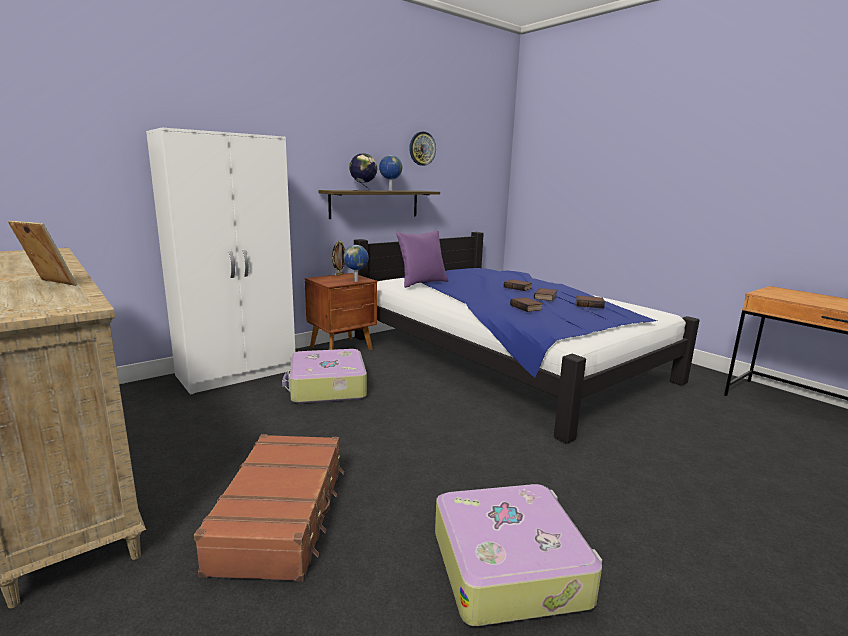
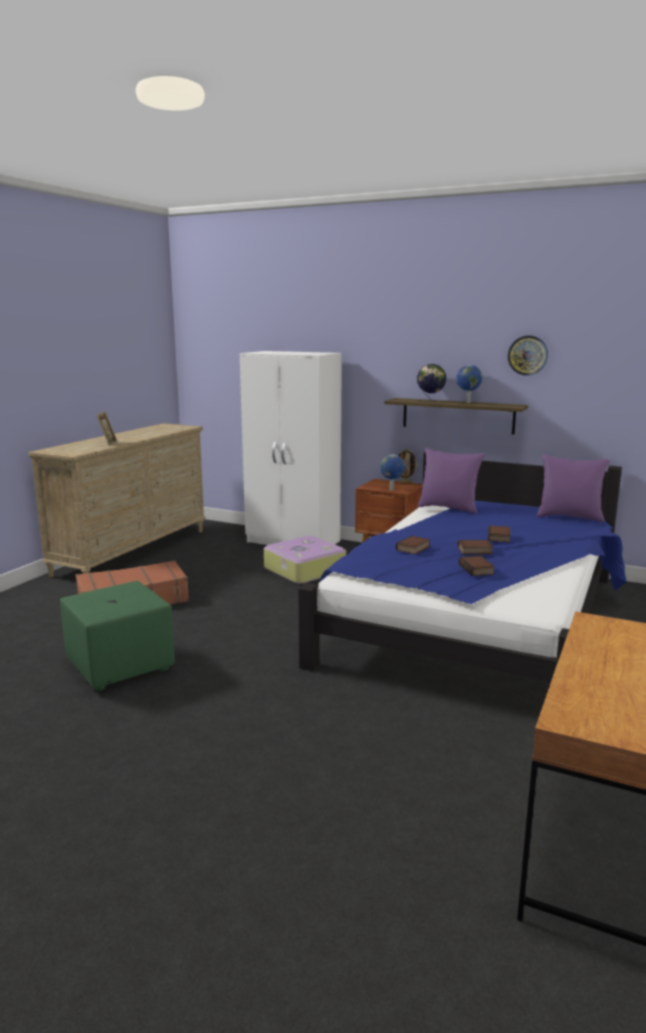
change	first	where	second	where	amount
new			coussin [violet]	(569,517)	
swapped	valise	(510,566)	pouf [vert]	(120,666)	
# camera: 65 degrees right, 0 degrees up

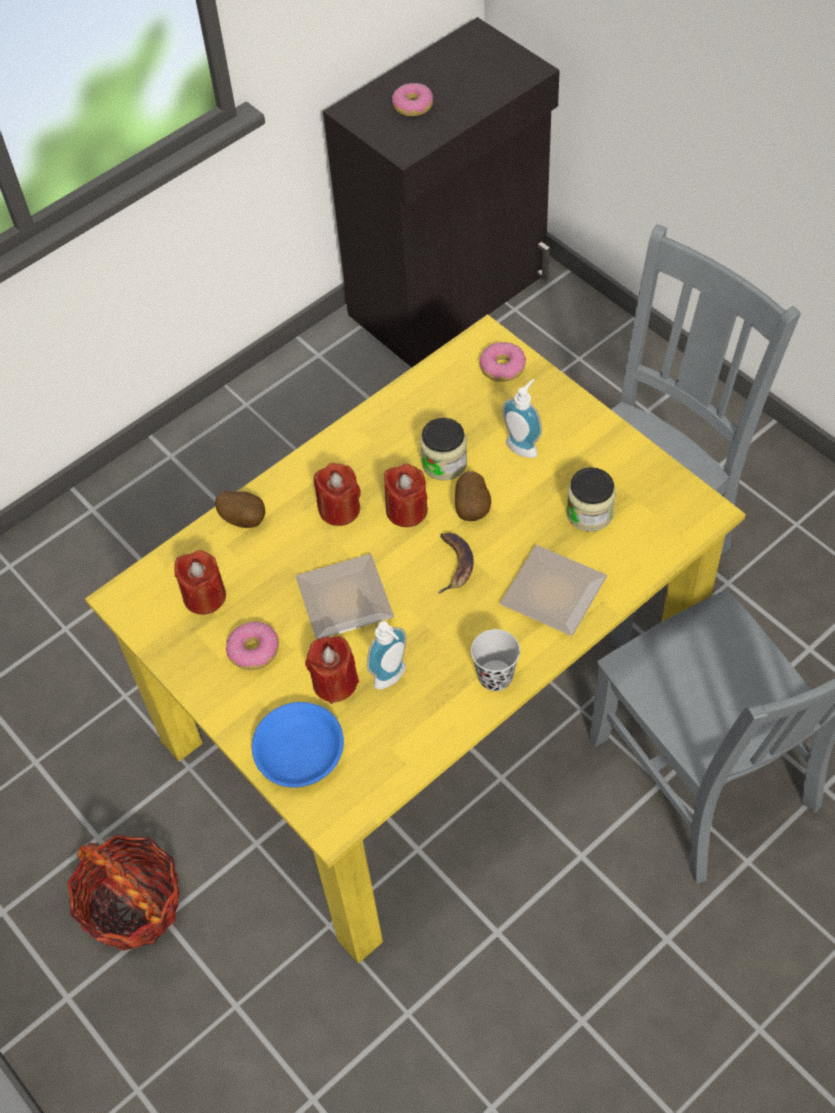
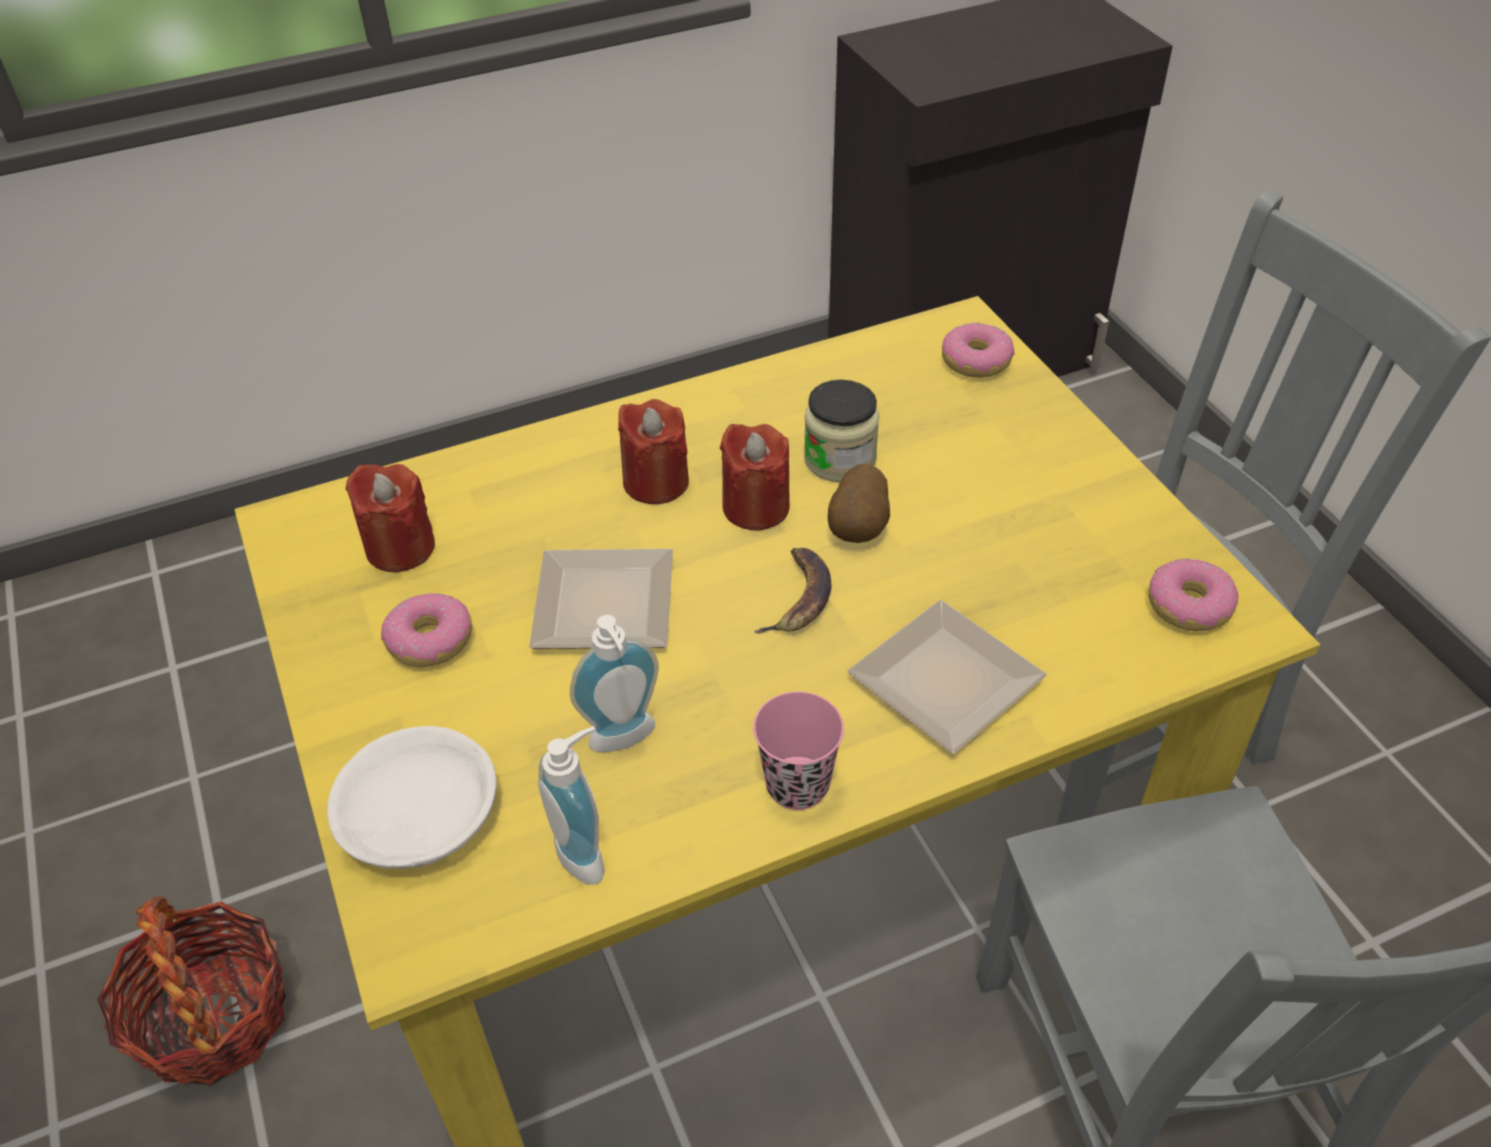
change	first	where	second	where	amount
gone	pomme de terre	(244,519)			
gone	bougie [rouge]	(335,682)			
gone	bocal	(589,513)			
shifted	beignet	(412,106)		(1189,606)	
shifted	distributeur de savon	(524,445)		(587,852)	
repainted	bol [bleu]	(299,754)	bol [blanc]	(416,816)	
repainted	tasse [noir]	(495,676)	tasse [rose]	(797,785)	
# camera: 15 degrees right, 10 degrees down

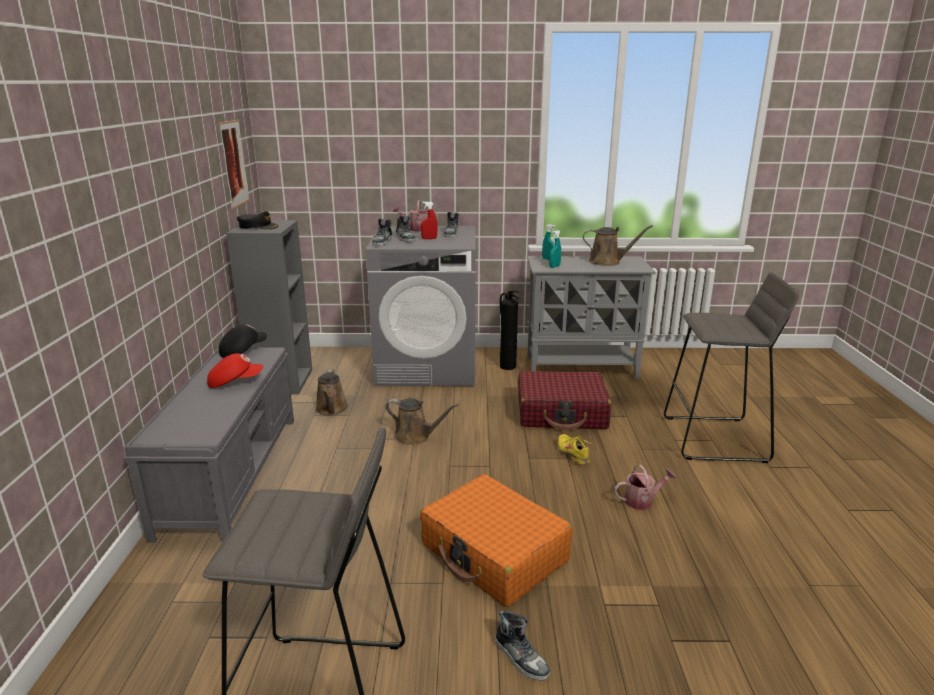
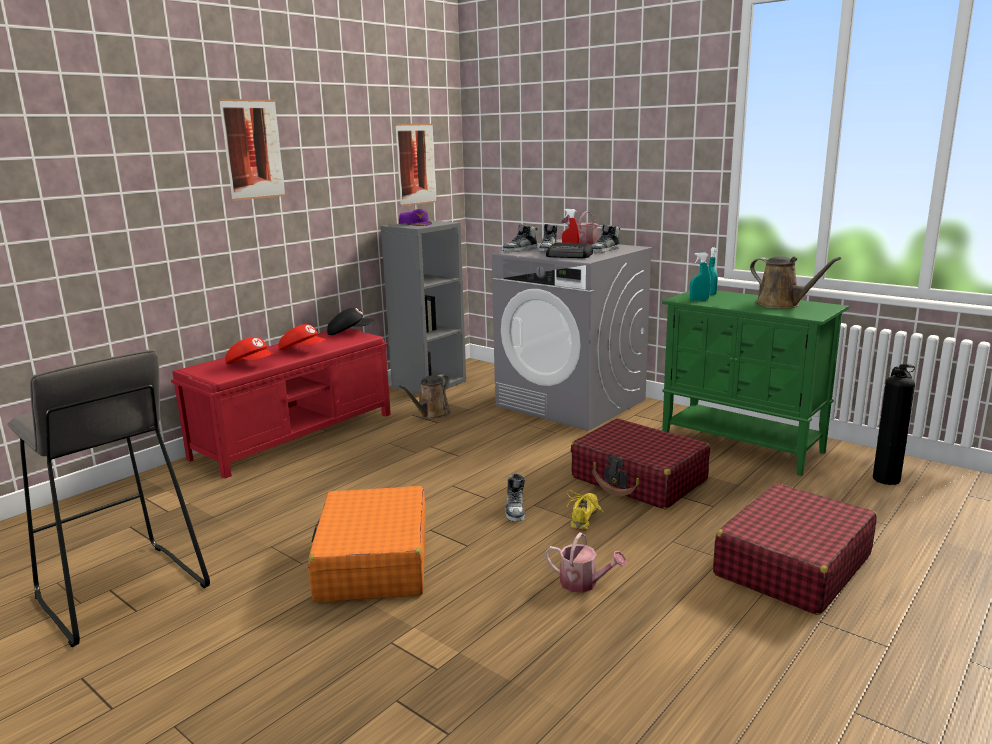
change	first	where	second	where	amount
gone	arrosoir [marron]	(415,436)			
new			tableau	(253,149)	
new			casquette [rouge]	(251,364)	
new			radio	(569,256)	
shifted	chaussure	(521,657)		(515,509)	
shifted	extincteur	(507,366)		(885,479)	
swapped	tabouret [gris]	(715,439)	valise [rouge]	(792,565)	
repainted	banc [gris]	(232,472)	banc [rouge]	(296,435)	
repainted	casquette [noir]	(258,226)	casquette [violet]	(415,224)	
repainted	meuble de rangement [gris]	(582,368)	meuble de rangement [vert]	(743,446)	
# camera: 40 degrees right, 5 degrees down

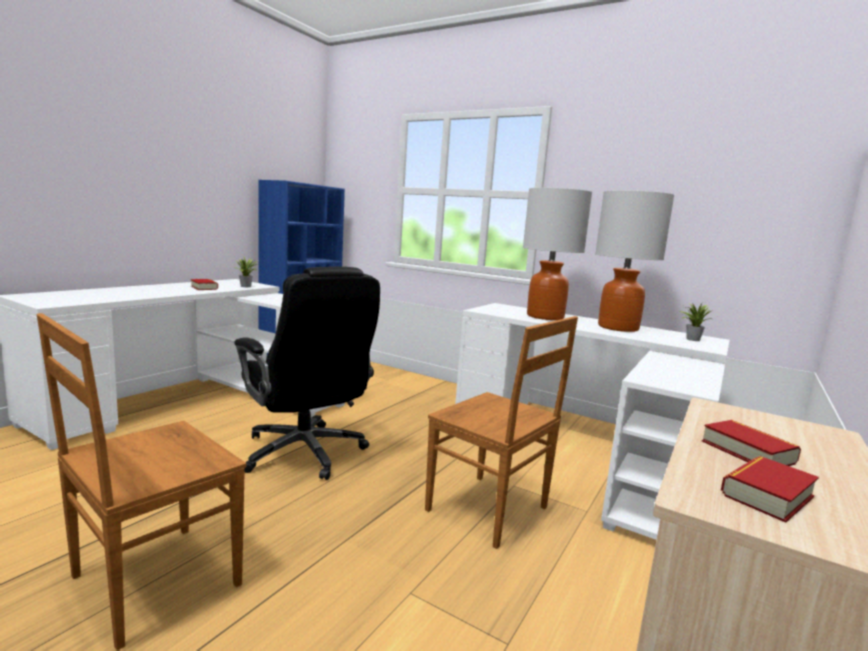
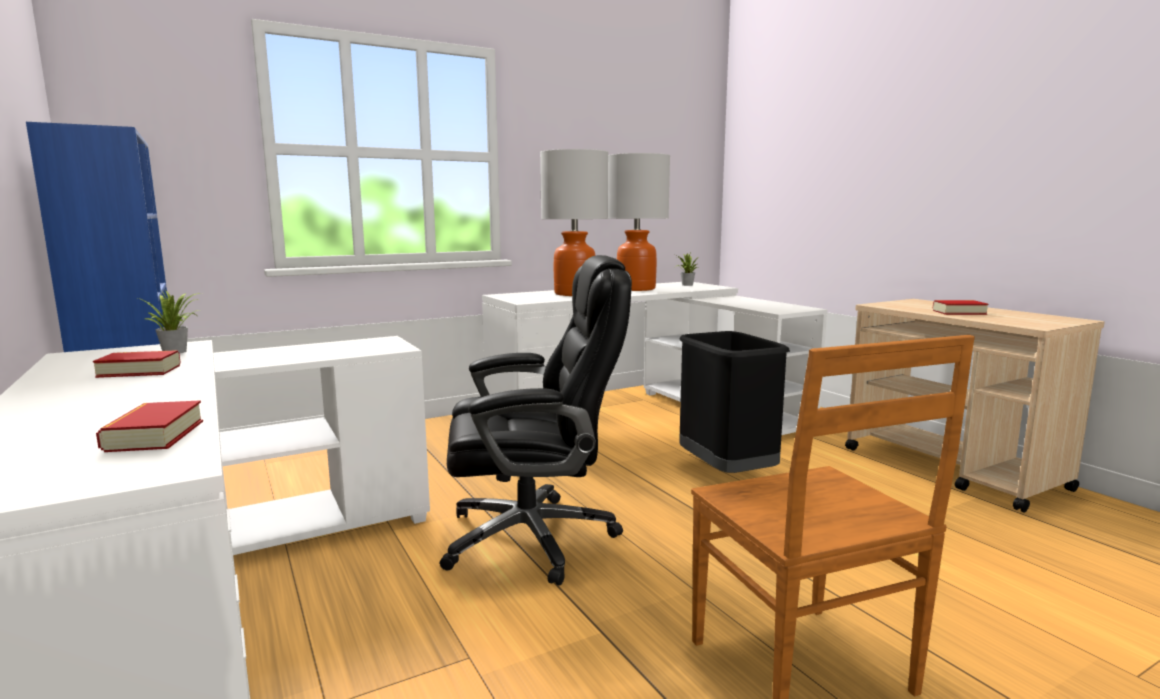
change	first	where	second	where	amount
shifted	livre	(767,495)		(154,435)	
swapped	chaise [marron]	(490,510)	poubelle [noir]	(727,473)	
# camera: 60 degrees left, 0 degrees up

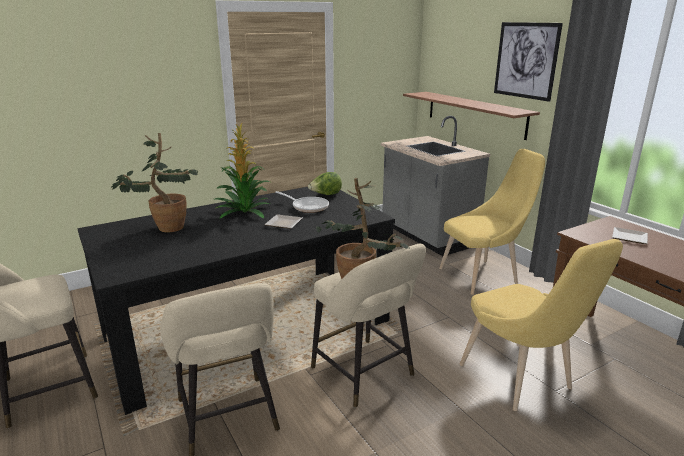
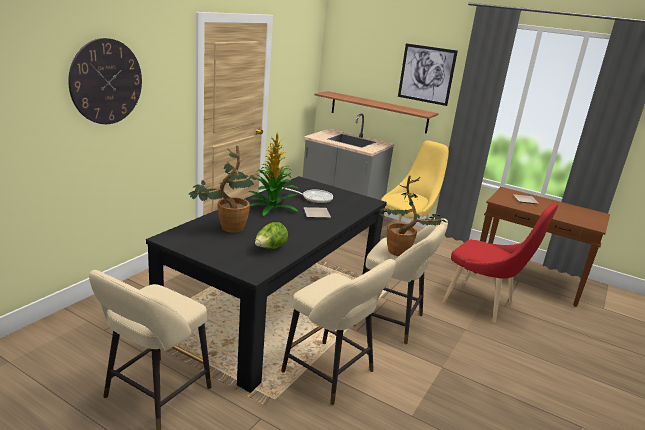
change	first	where	second	where	amount
new			horloge murale	(106,82)	
shifted	laitue	(325,195)		(270,248)	
repainted	chaise [jaune]	(520,380)	chaise [rouge]	(483,304)	
# camera: 30 degrees left, 0 degrees up

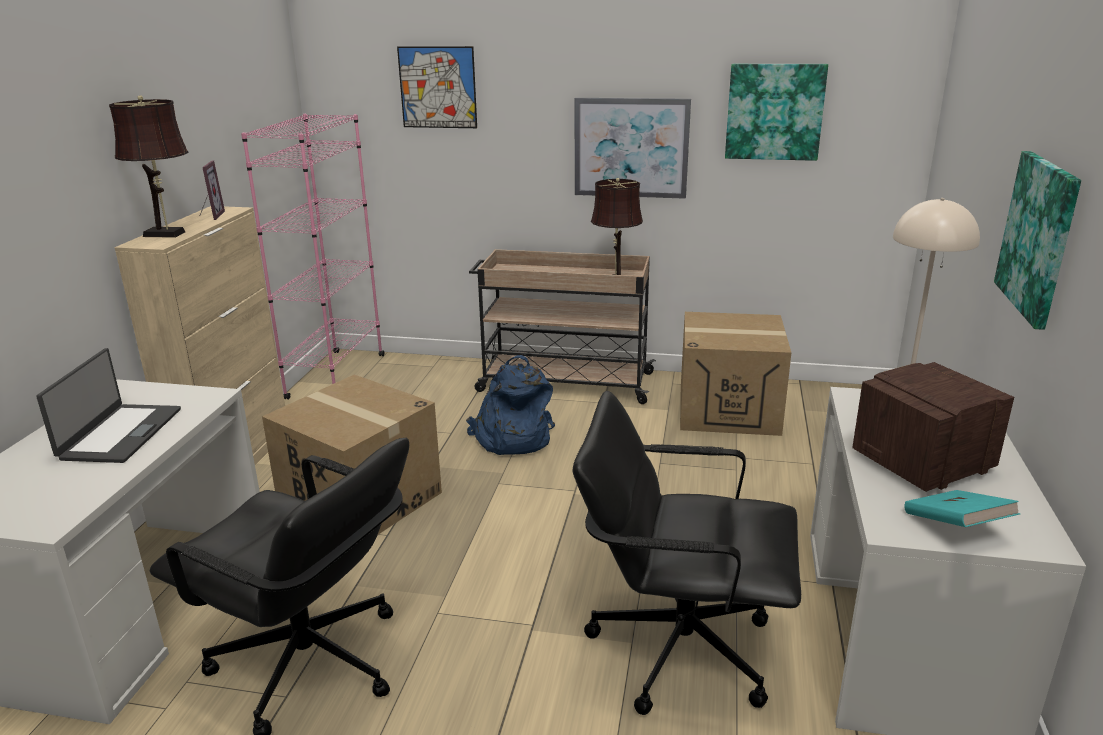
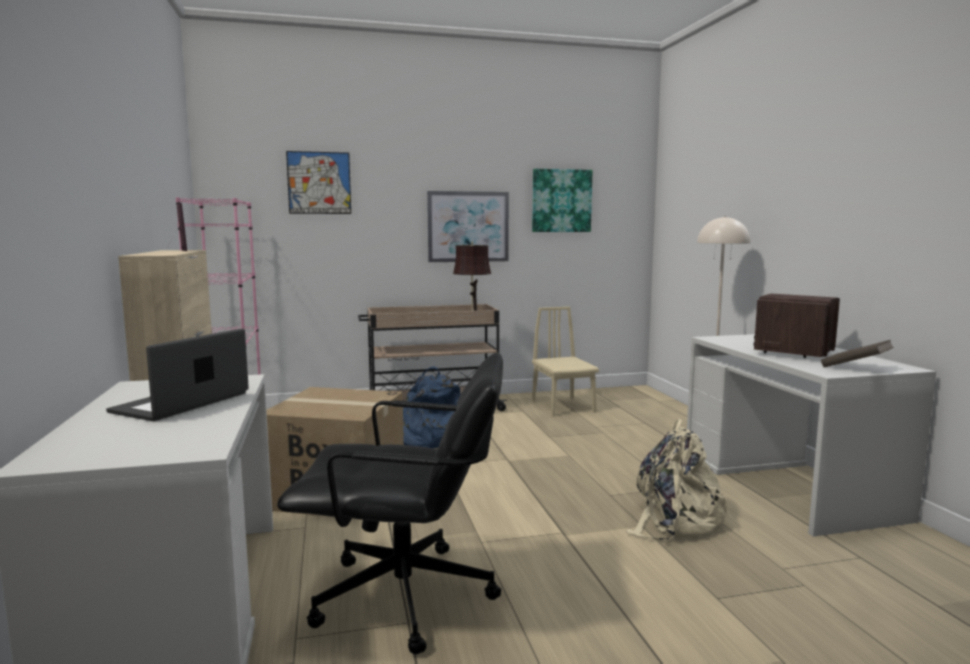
change	first	where	second	where	amount
gone	lampe de table [marron]	(168,234)			
gone	tableau	(1039,236)			
swapped	chaise de bureau [noir]	(679,647)	sac à dos [beige]	(675,521)	
swapped	carton	(728,410)	chaise [beige]	(563,406)	
repainted	livre [turquoise]	(955,526)	livre [marron]	(855,368)	
rotated	ordinateur portable	(120,434)		(183,403)	135 degrees counterclockwise
# camera: 25 degrees left, 15 degrees down

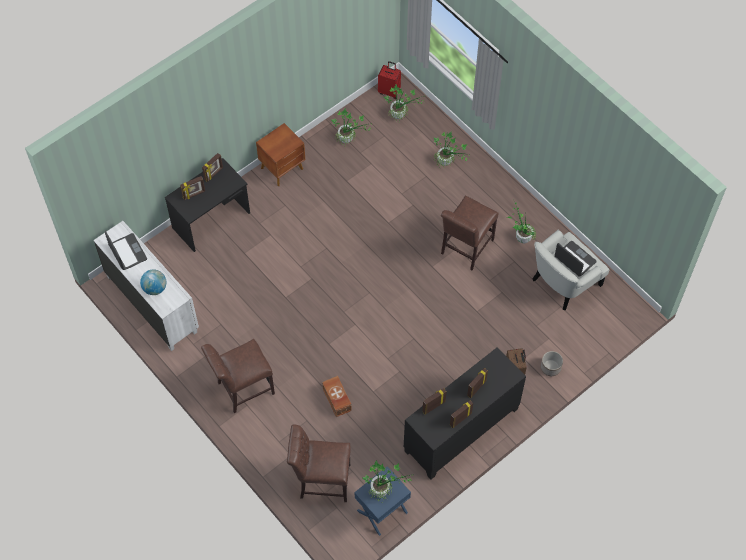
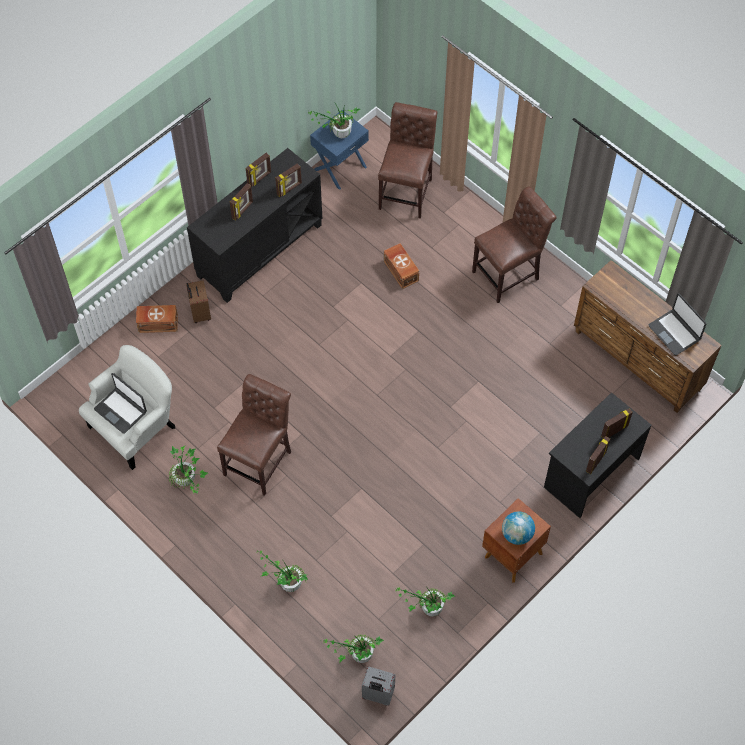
change	first	where	second	where	amount
shifted	globe	(155,288)		(517,534)	
swapped	cache-pot	(550,368)	boîte de rangement [marron]	(157,323)	
repainted	commode [blanc]	(152,303)	commode [marron]	(637,361)	
repainted	valise [rouge]	(389,91)	valise [gris]	(377,694)	
rotated	chaise [marron]	(321,480)		(407,191)	75 degrees counterclockwise
# camera: 175 degrees right, 0 degrees up

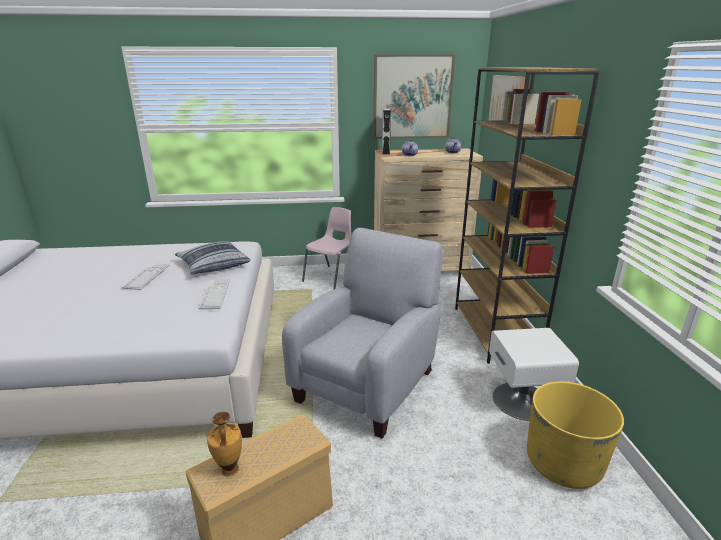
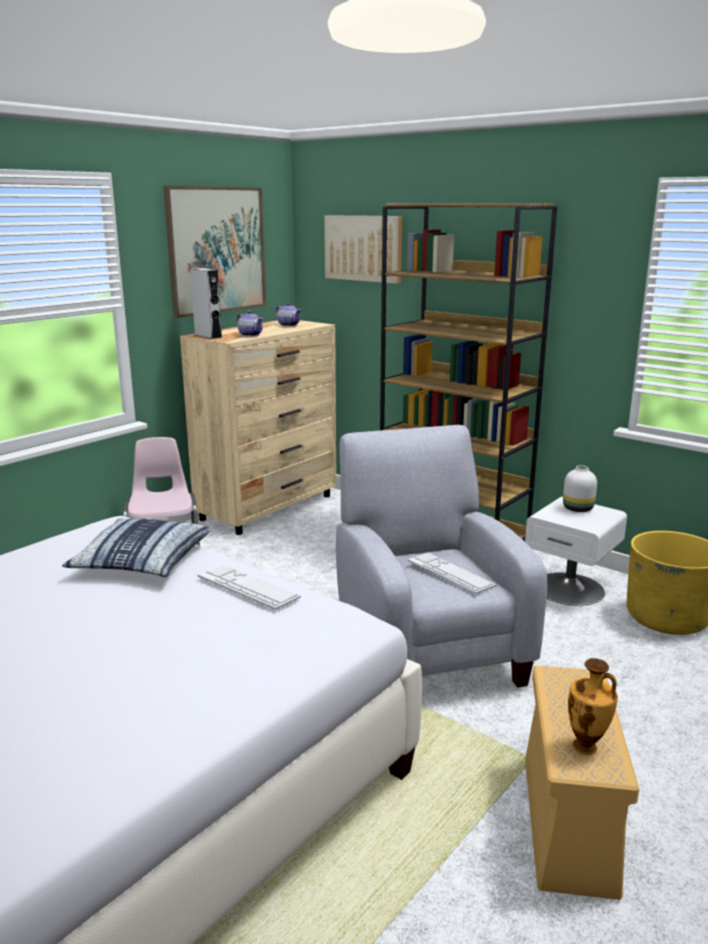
change	first	where	second	where	amount
new			vase [blanc]	(577,508)	
shifted	clavier	(147,276)		(450,573)	
# camera: 45 degrees left, 5 degrees down

